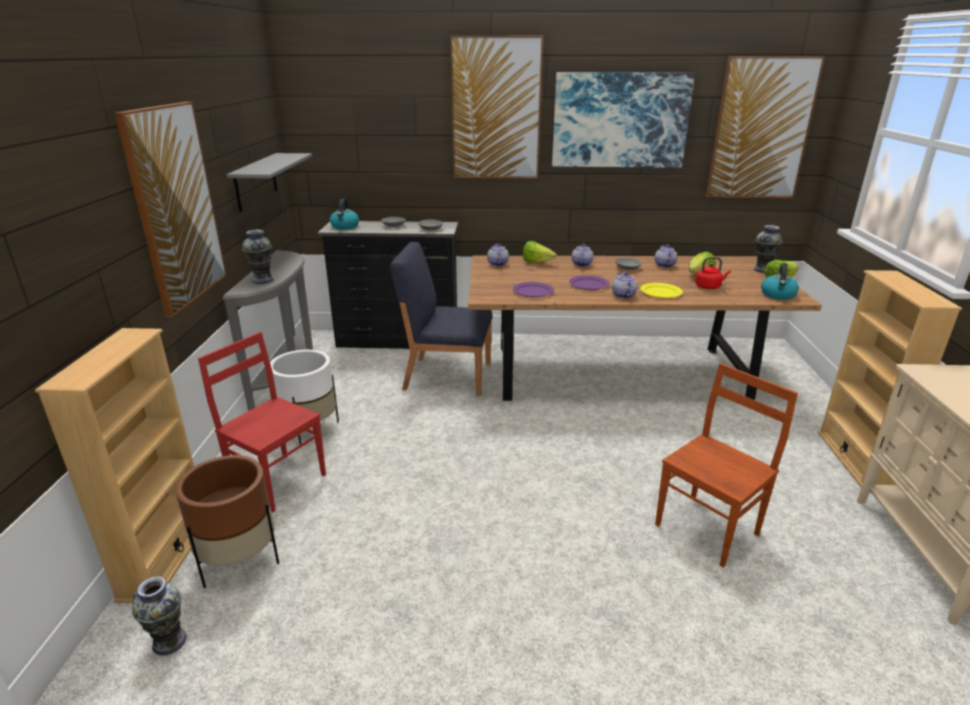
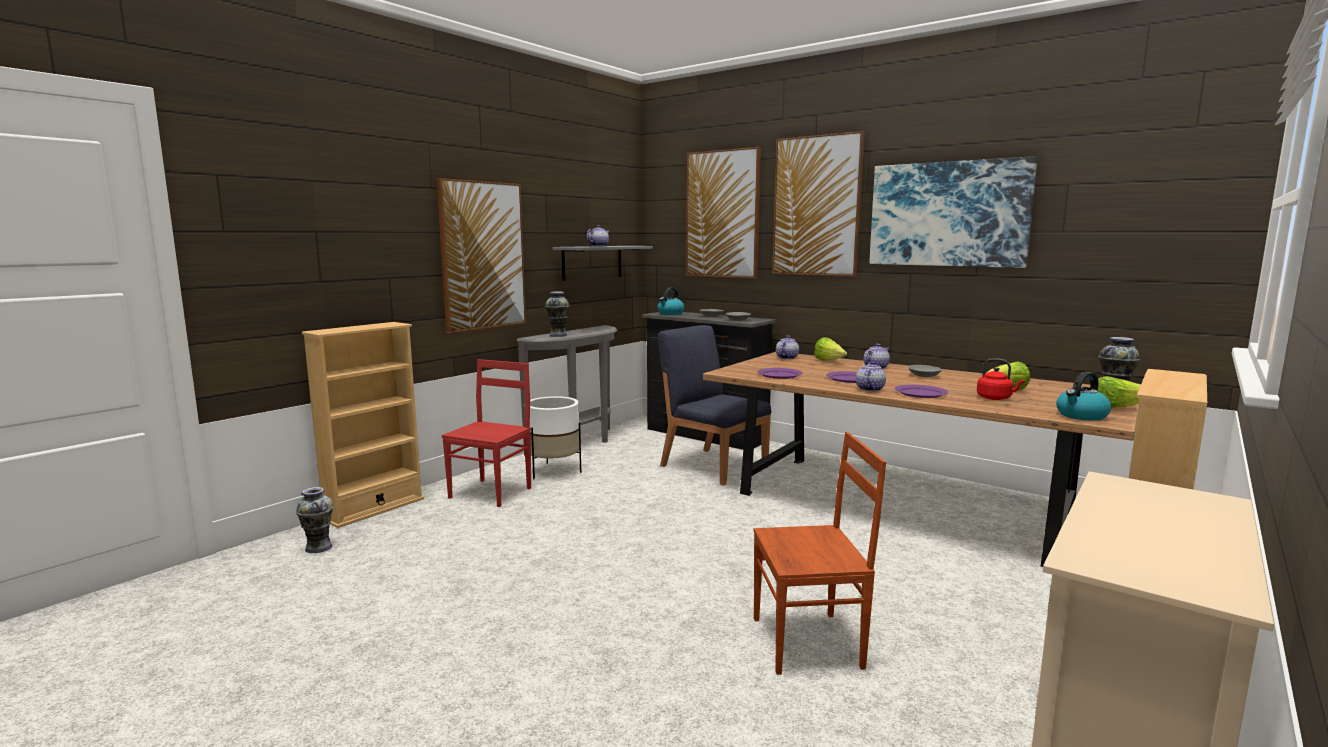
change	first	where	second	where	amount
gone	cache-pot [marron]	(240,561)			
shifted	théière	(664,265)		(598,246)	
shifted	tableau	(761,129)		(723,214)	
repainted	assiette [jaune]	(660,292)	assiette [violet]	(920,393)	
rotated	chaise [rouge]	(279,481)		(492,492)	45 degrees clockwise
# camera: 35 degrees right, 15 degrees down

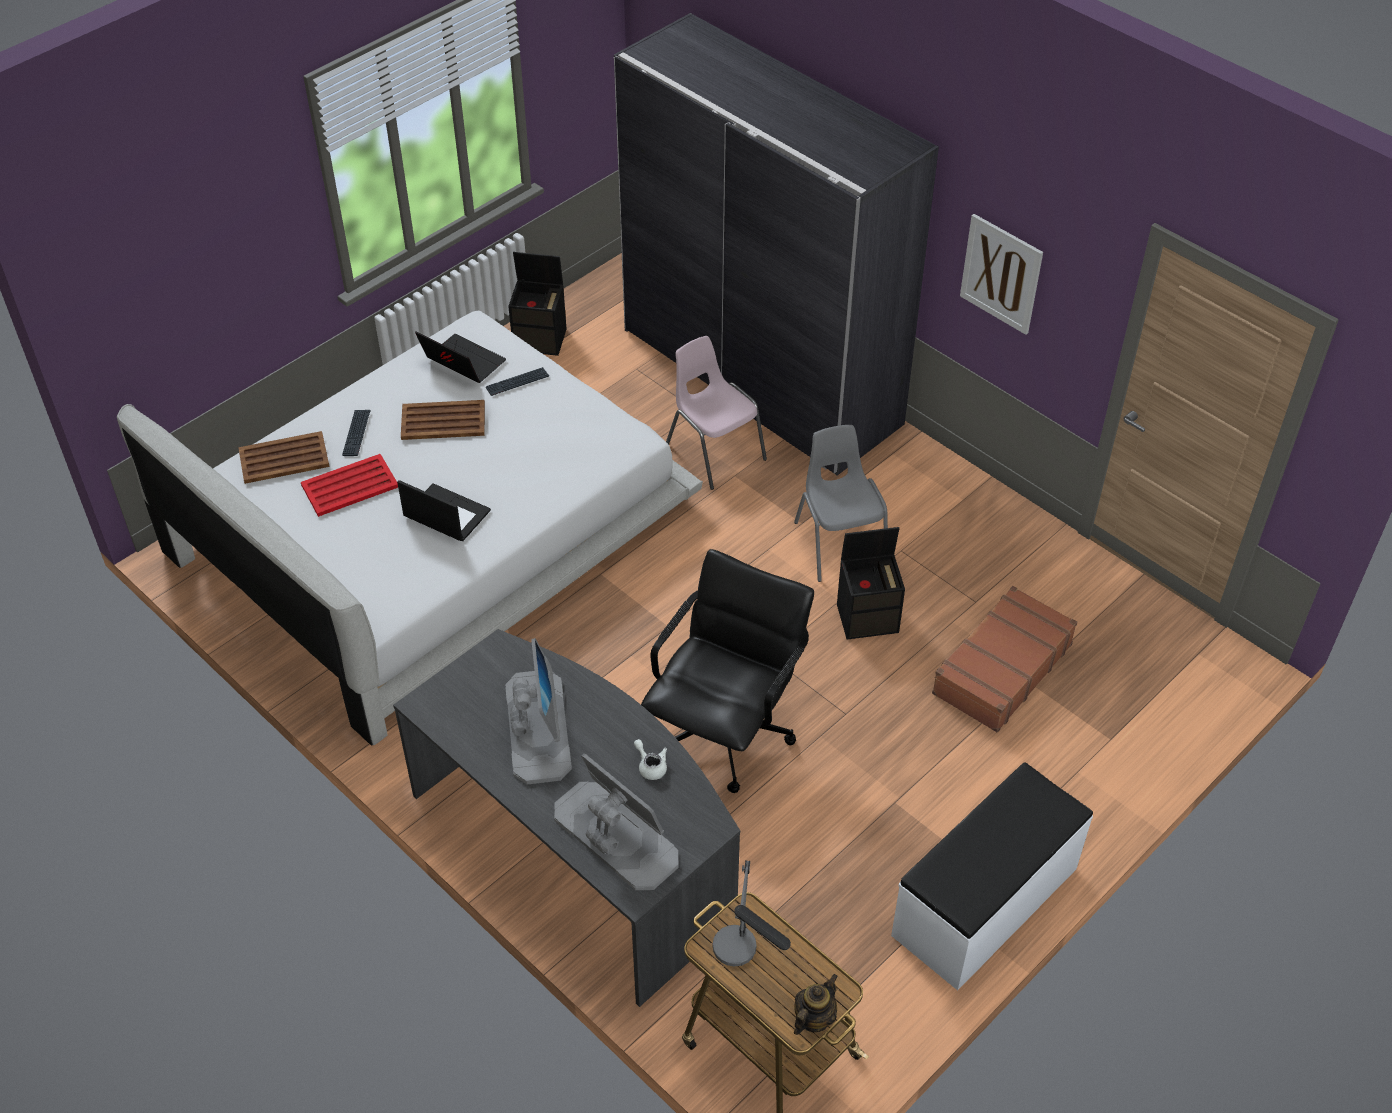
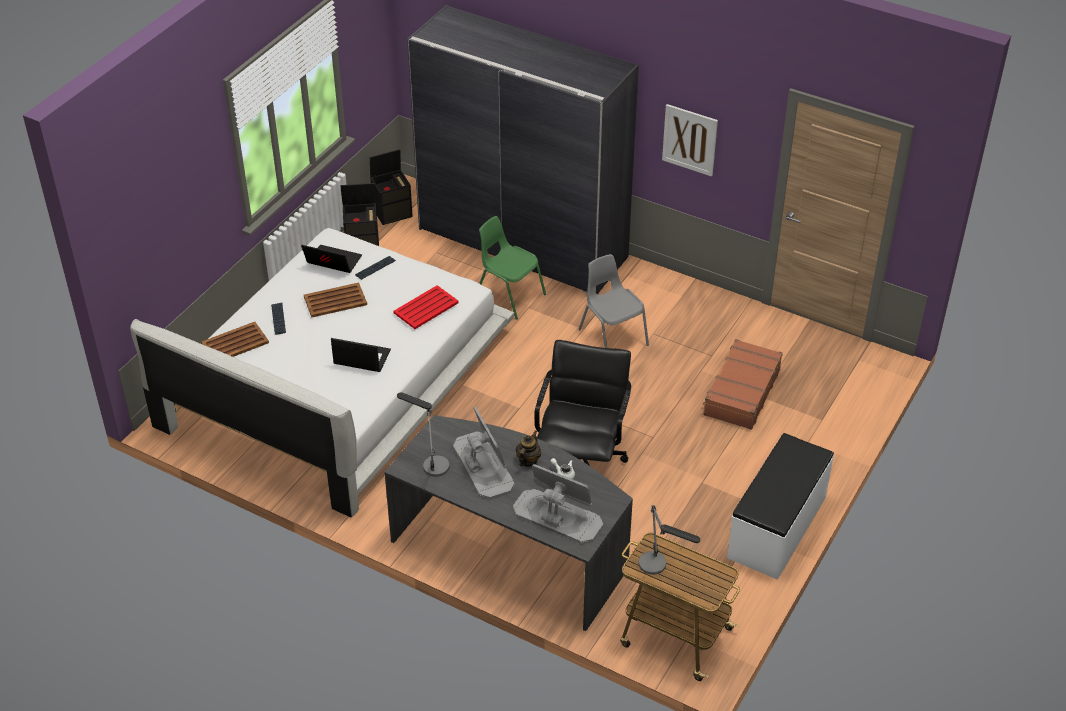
change	first	where	second	where	amount
new			lampe de table	(430,463)	
shifted	plateau [rouge]	(351,486)		(426,308)	
shifted	théière	(813,1018)		(528,460)	
shifted	boîte de rangement [noir]	(868,617)		(393,212)	
repainted	chaise [rose]	(714,451)	chaise [vert]	(509,295)	
# camera: 15 degrees left, 5 degrees down

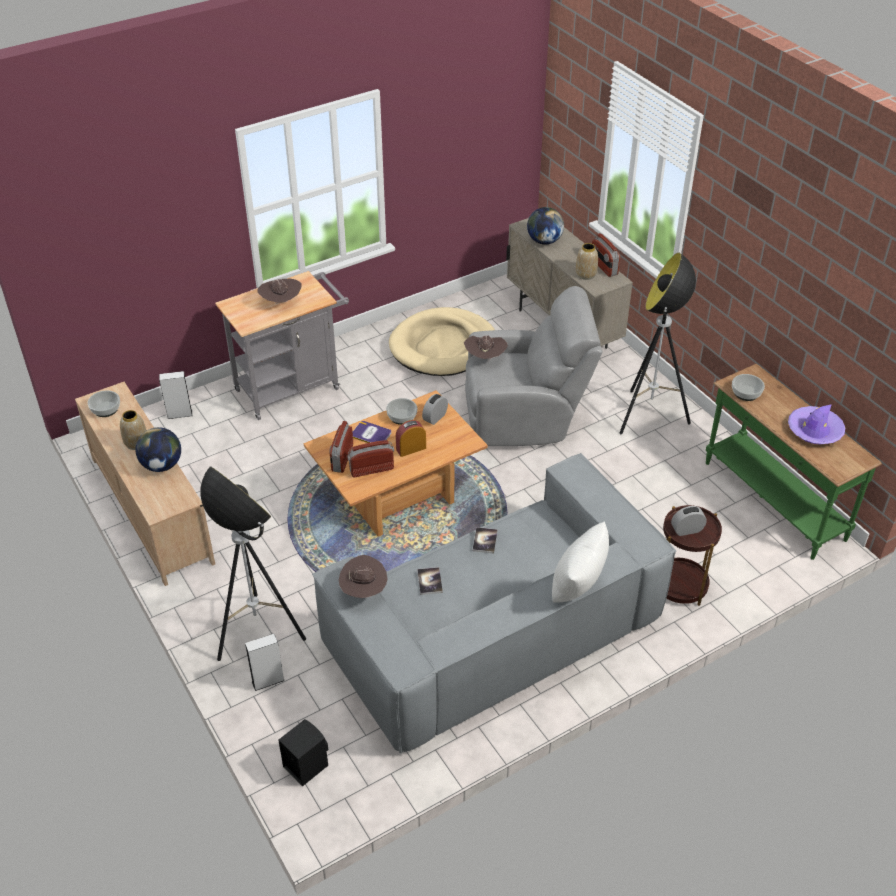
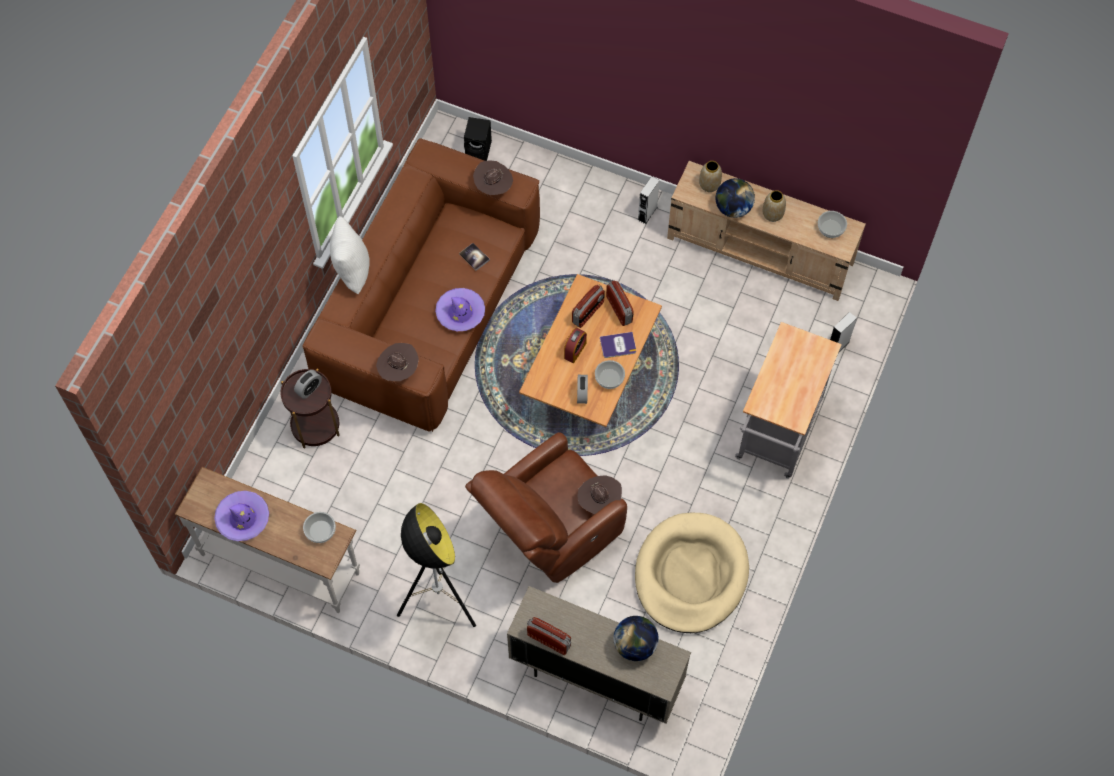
change	first	where	second	where	amount
gone	lampadaire	(257,633)			
shifted	enceinte [gris]	(268,681)		(647,213)	
shifted	chapeau [marron]	(281,303)		(398,370)	
shifted	vase	(585,275)		(709,184)	
swapped	livre	(485,541)	chapeau [violet]	(460,312)	
repainted	canapé [gris]	(493,630)	canapé [marron]	(429,306)	
repainted	fauteuil [gris]	(526,417)	fauteuil [marron]	(548,530)	
repainted	table console [vert]	(772,501)	table console [blanc]	(281,562)	
# camera: 145 degrees right, 20 degrees up

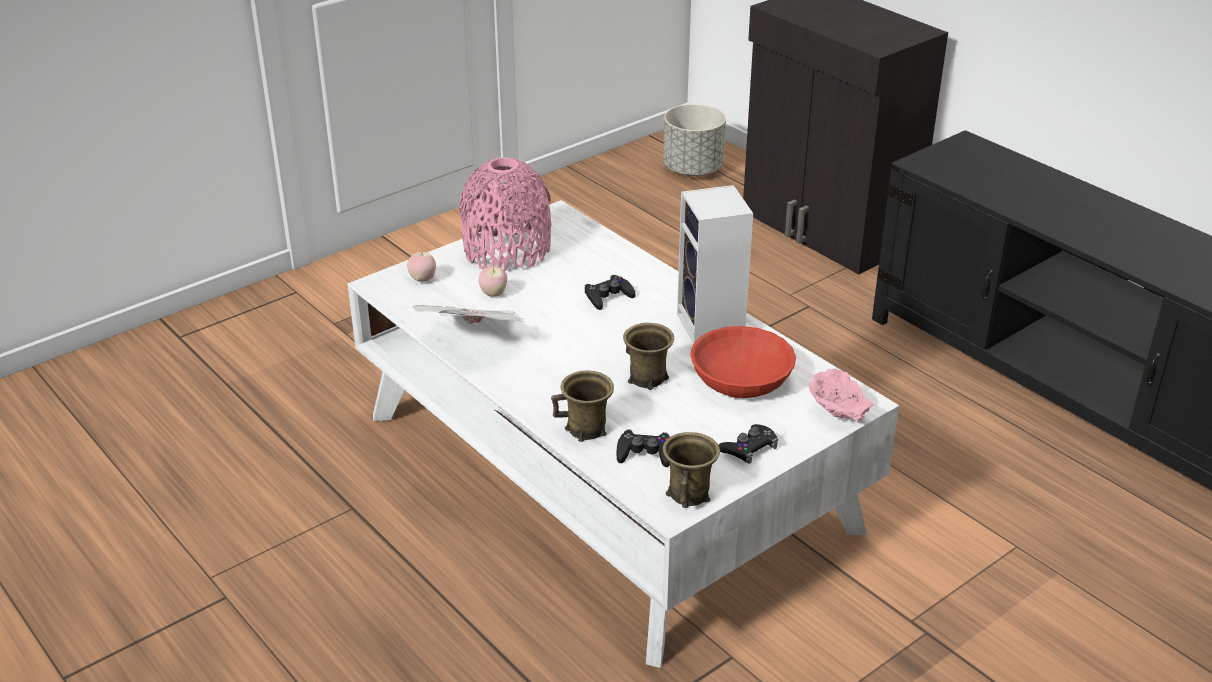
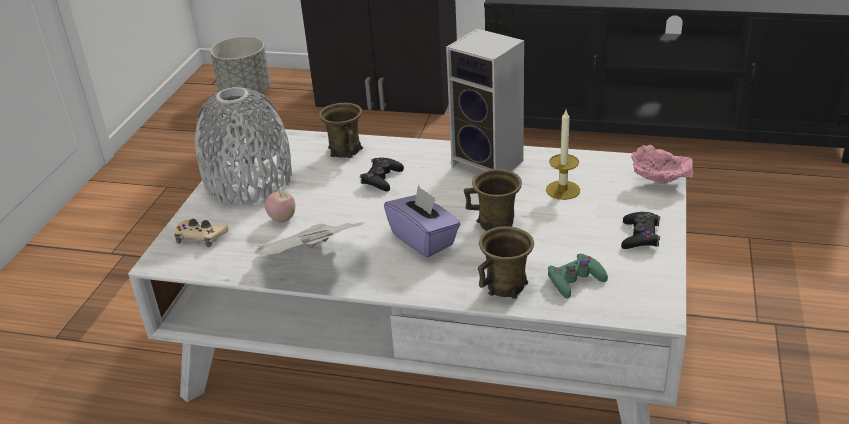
change	first	where	second	where	amount
new			boîte à mouchoirs [violet]	(423,239)	
shifted	mug [marron]	(689,494)		(345,150)	
swapped	pomme	(423,279)	manette [beige]	(201,237)	
swapped	bol [rouge]	(741,379)	bougie	(563,190)	
repainted	vase [rose]	(507,250)	vase [gris]	(249,181)	
repainted	manette [noir]	(644,453)	manette [vert]	(575,280)	
# camera: 35 degrees left, 0 degrees up

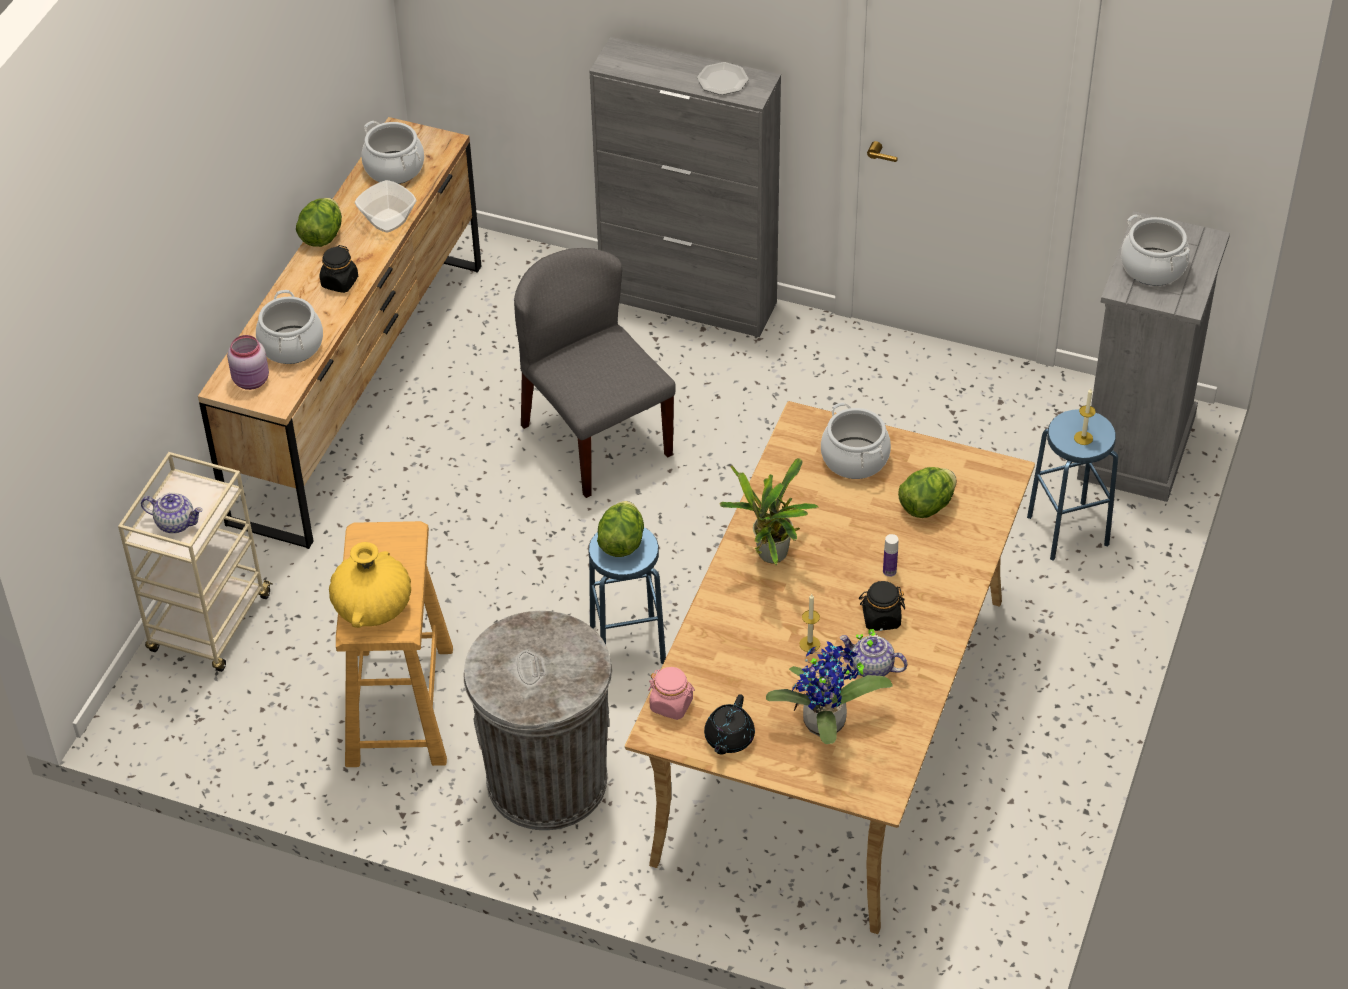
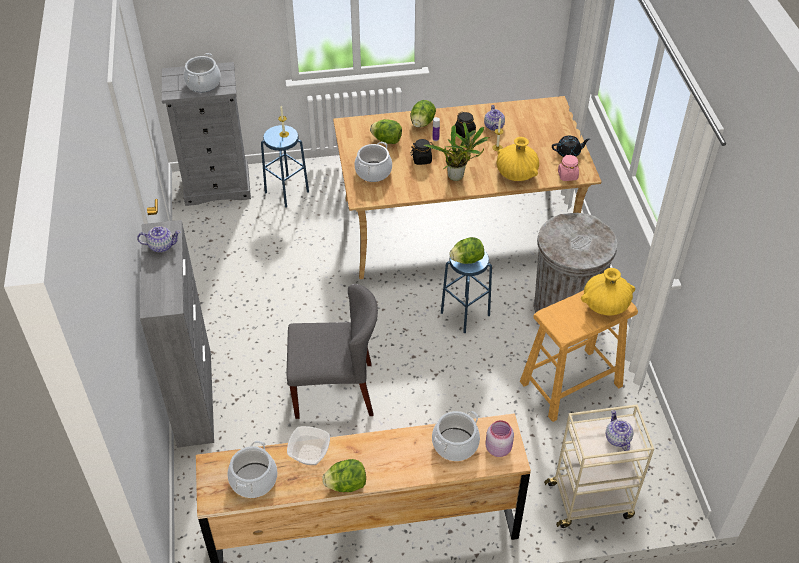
change	first	where	second	where	amount
gone	plante en pot	(827,727)			
new			laitue	(422,123)	
new			vase [jaune]	(516,174)	
shifted	bocal [noir]	(339,282)		(422,159)	
swapped	assiette	(723,80)	théière	(162,246)	
rotated	chaise [gris]	(595,439)		(335,390)	120 degrees counterclockwise
# camera: 120 degrees left, 0 degrees up

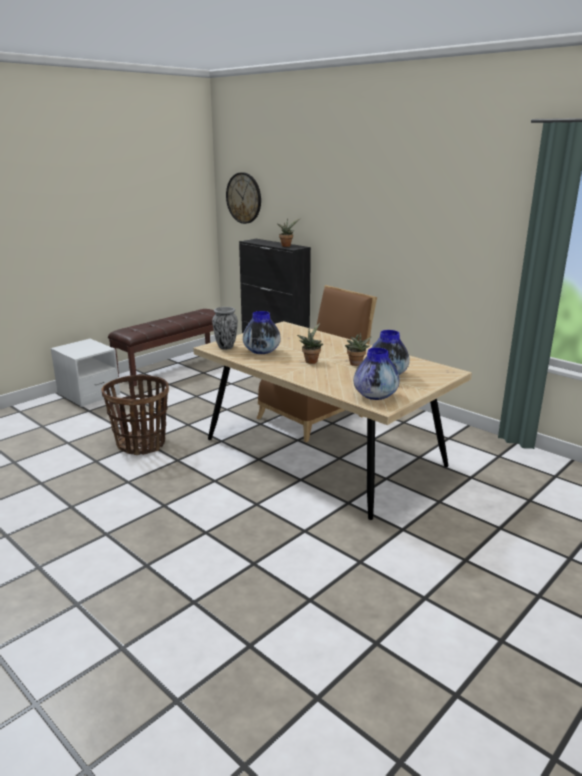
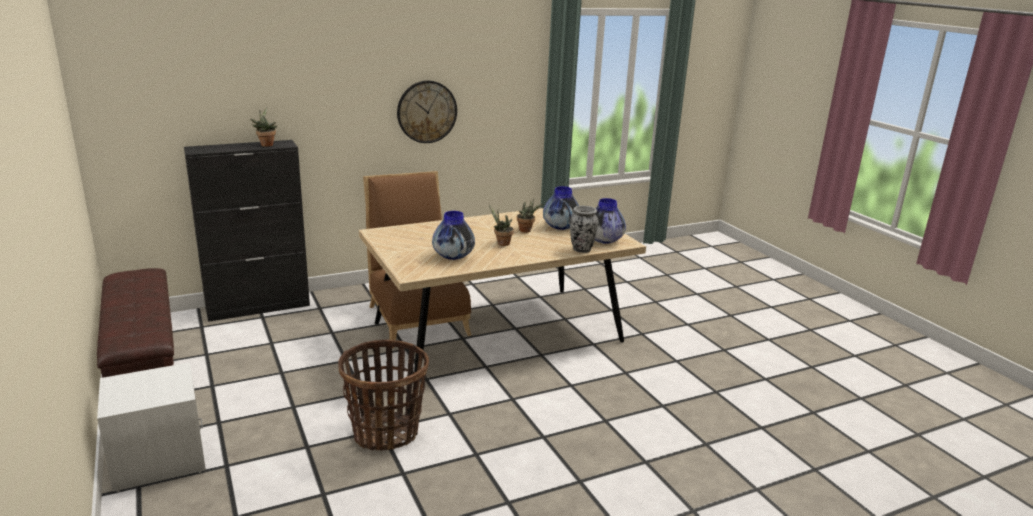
change	first	where	second	where	amount
shifted	vase	(225,347)		(581,250)	
shifted	horloge murale	(244,198)		(427,112)	
# camera: 70 degrees left, 0 degrees up

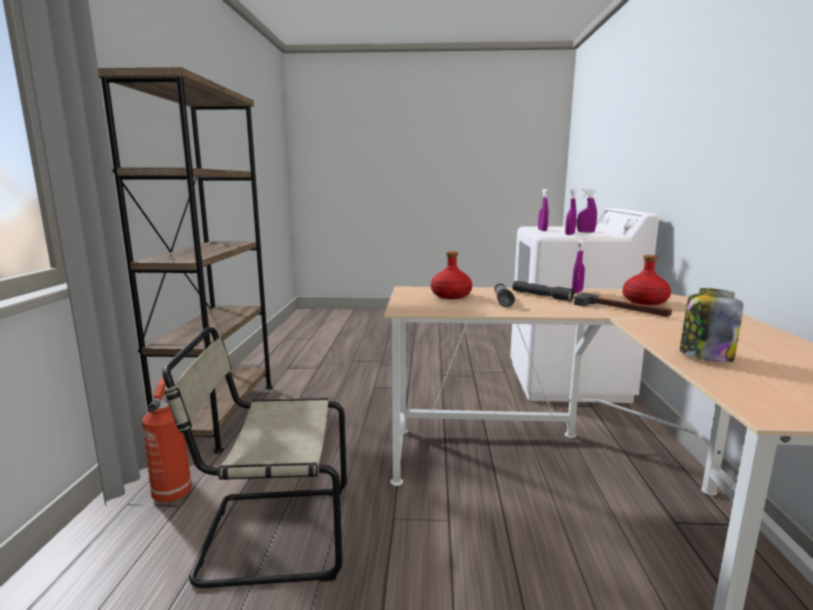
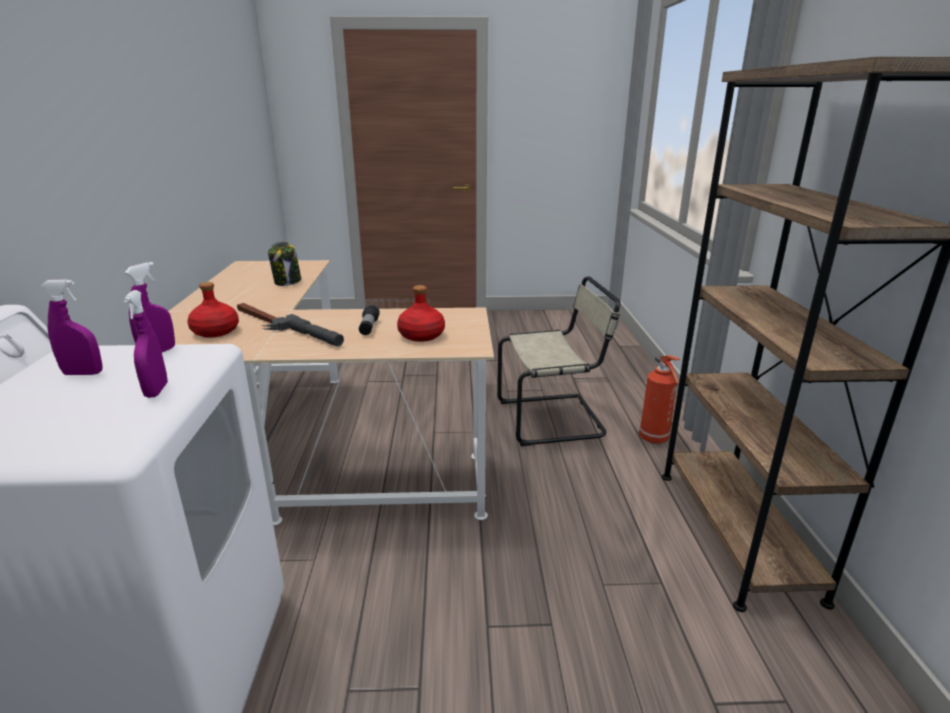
change	first	where	second	where	amount
gone	vaporisateur [violet]	(577,291)			
# camera: 175 degrees right, 10 degrees up

